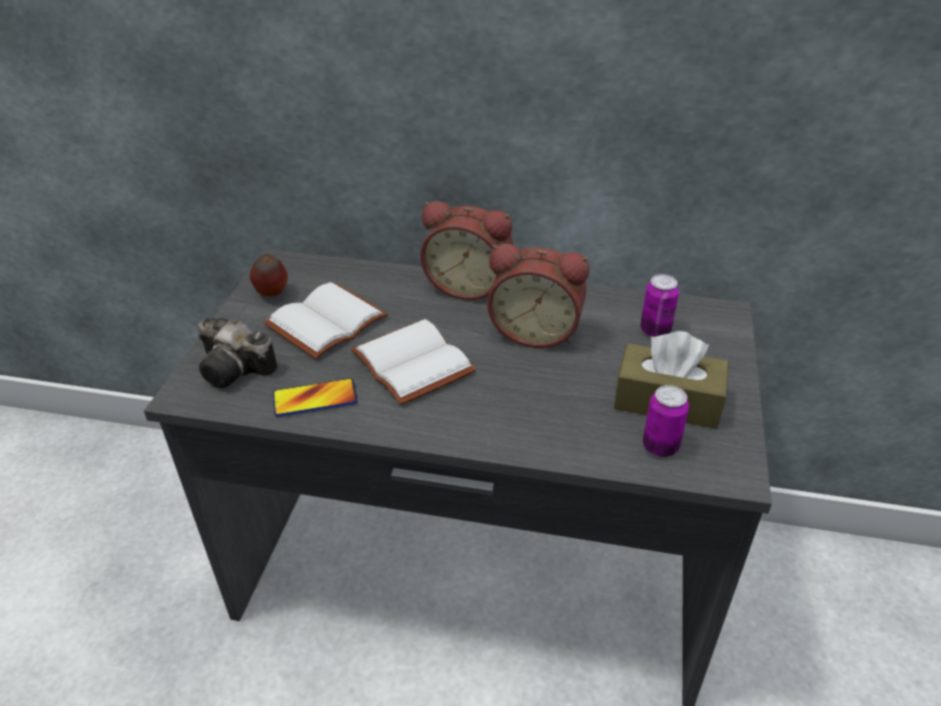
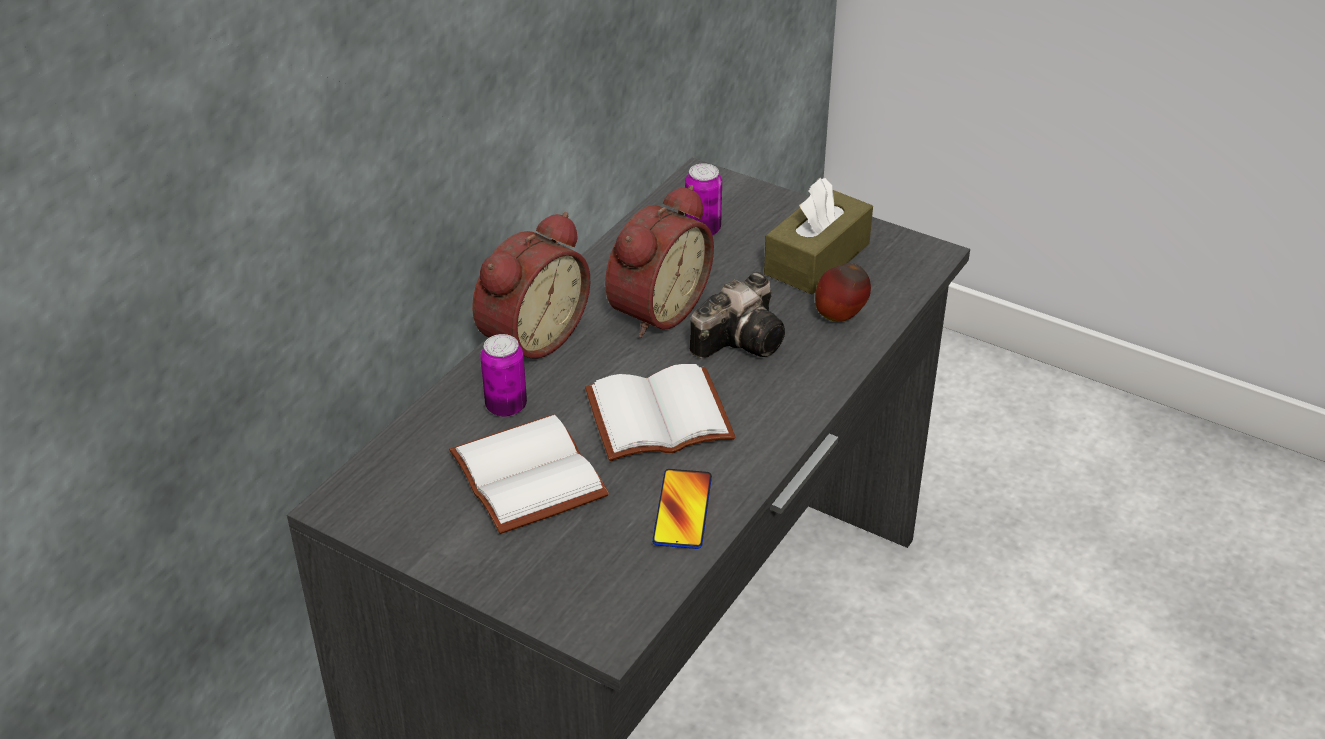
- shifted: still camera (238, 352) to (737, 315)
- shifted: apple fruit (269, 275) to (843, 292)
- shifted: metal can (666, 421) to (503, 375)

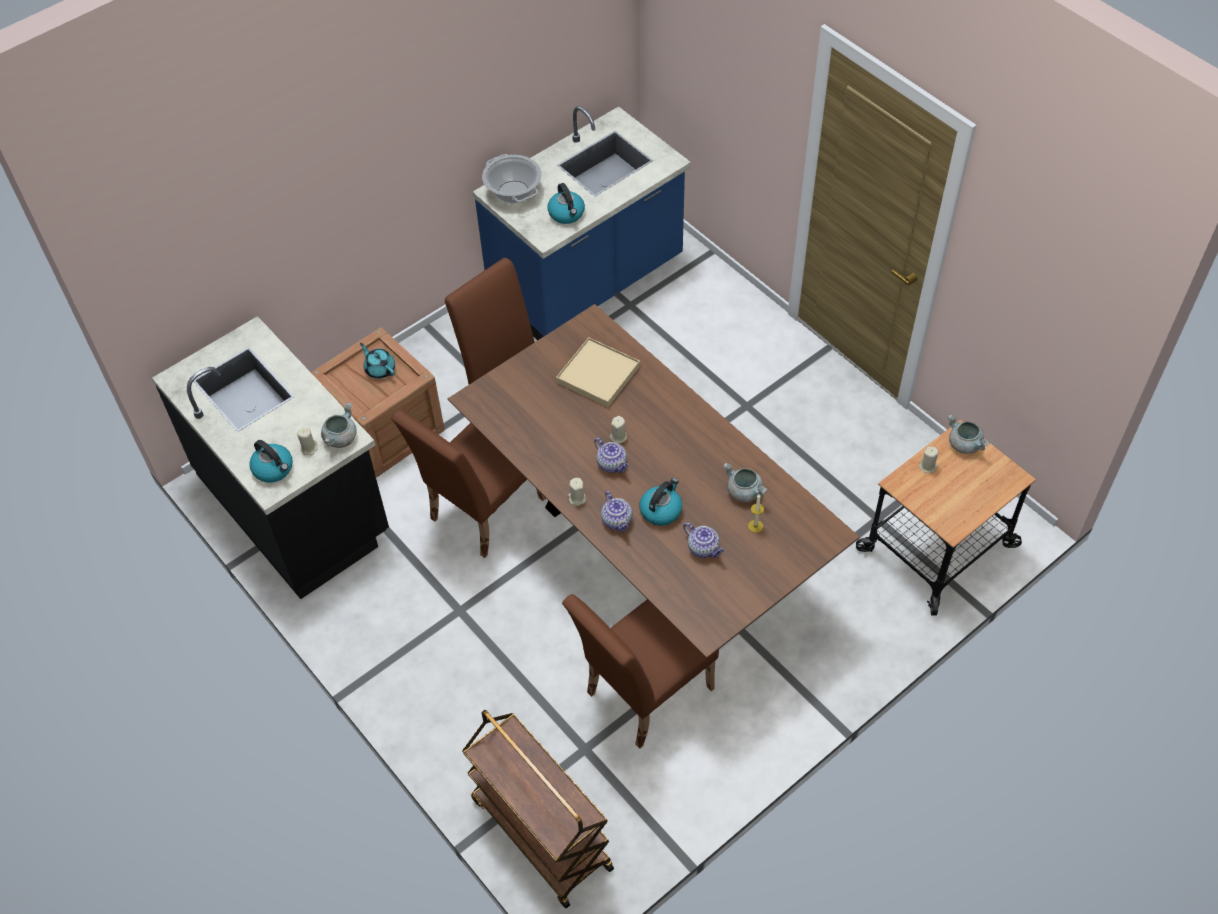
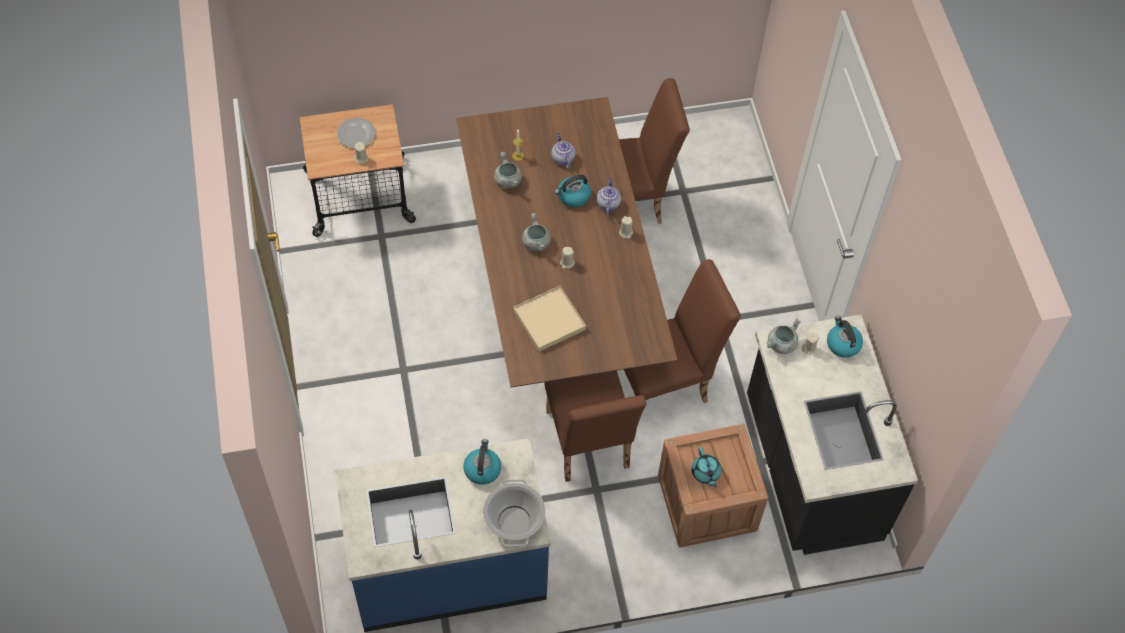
- gone: cart (brown) (538, 809)
- gone: teapot (611, 455)
- new: dinner plate (356, 133)
- shifted: saucepot (grey) (968, 434) to (536, 232)

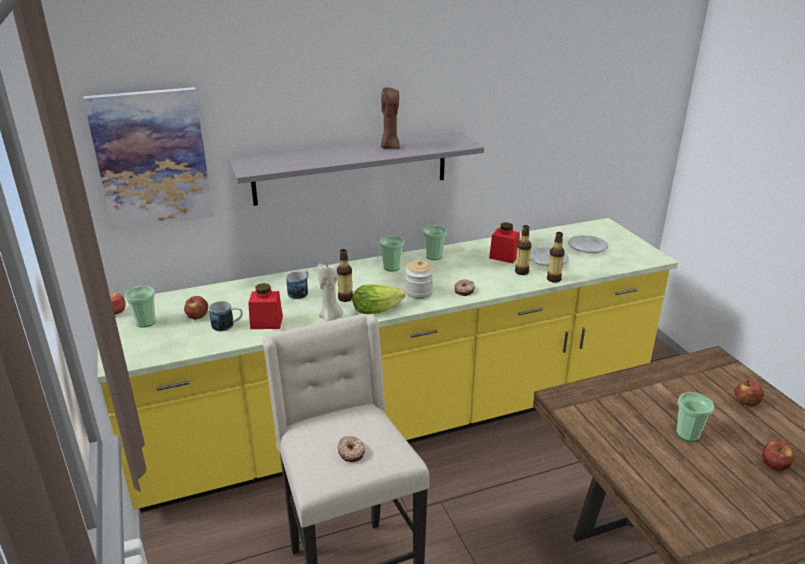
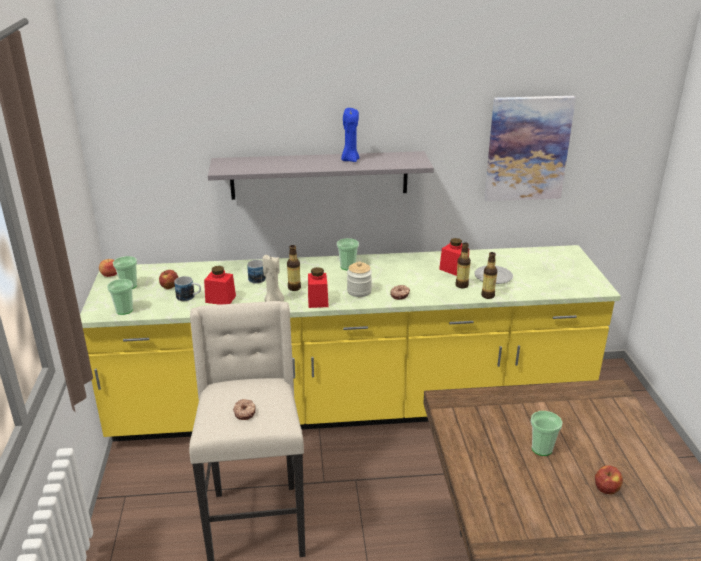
- gone: dinner plate (588, 244)
- gone: apple fruit (749, 393)
- shifted: wall art (148, 158) to (530, 148)
- shifted: small cup (435, 242) to (120, 297)
- swapped: head of lettuce (378, 299) to storage jar (red) (318, 287)
- repainted: candle (brown) (390, 118) to candle (bluish) (350, 135)

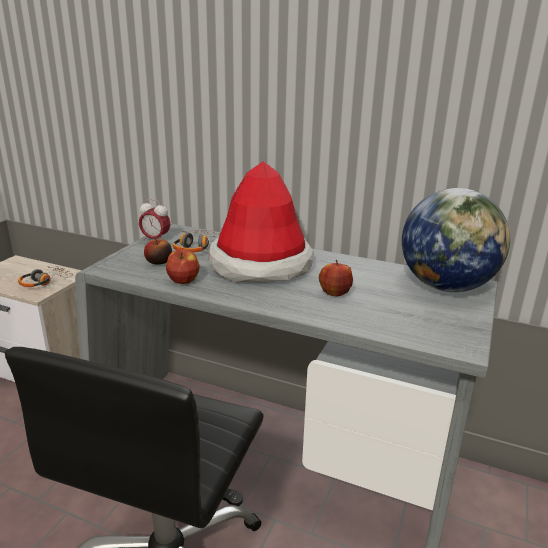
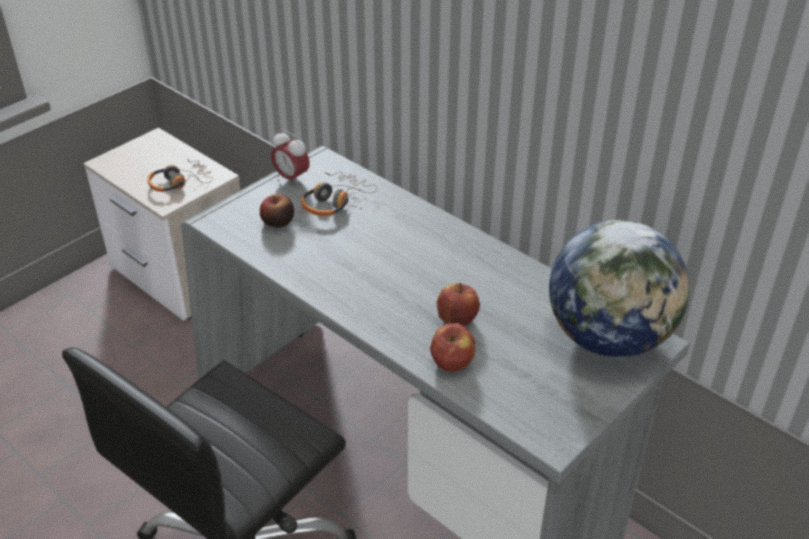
- gone: wearable hat (261, 222)
- shifted: apple fruit (182, 266) to (452, 347)

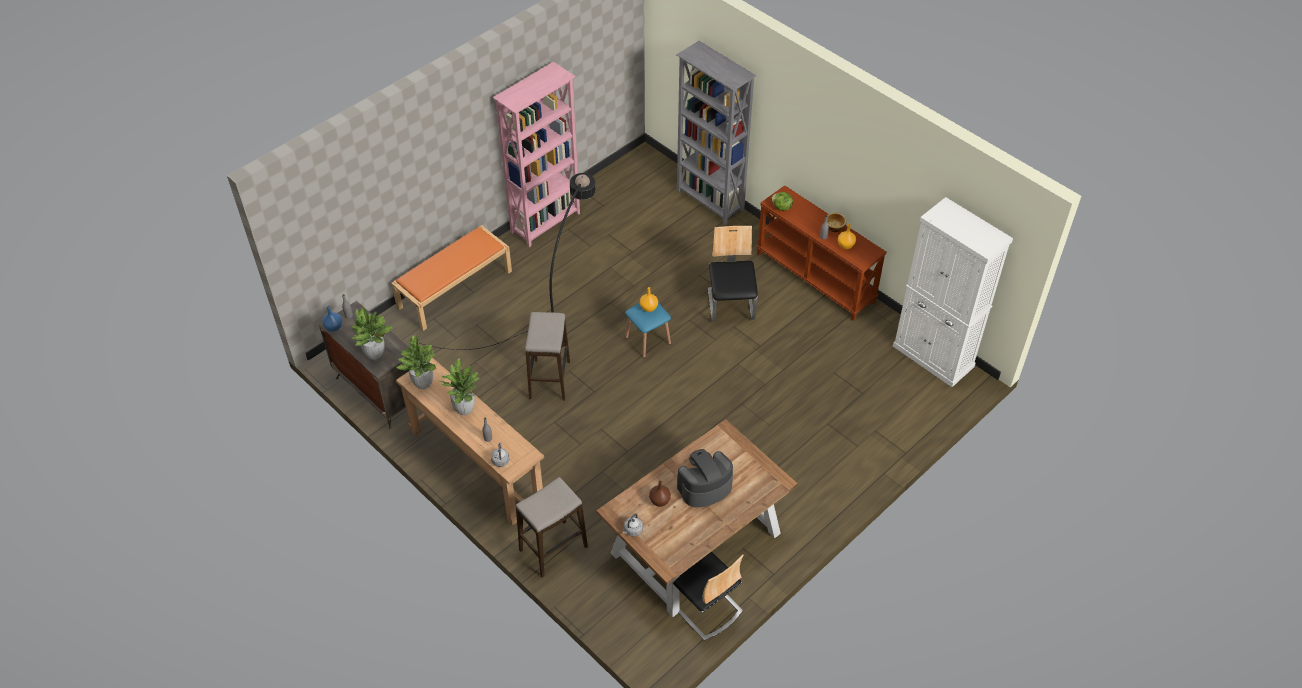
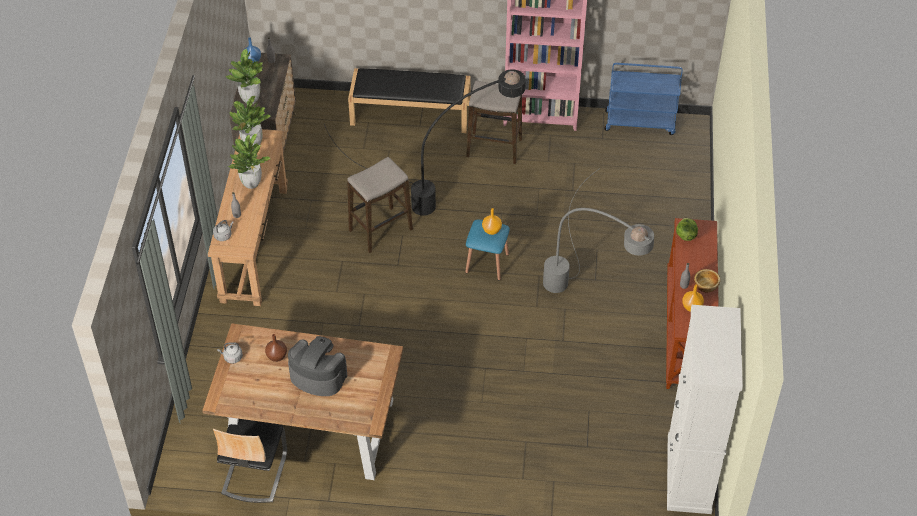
- gone: bookshelf (grey) (716, 133)
- new: cart (bluish) (643, 99)
- shifted: stool (552, 527) to (494, 122)
- swapped: plain chair (733, 274) to floor lamp (grey) (598, 230)
- repainted: bench (orange-coloured) (451, 278) to bench (black) (409, 100)

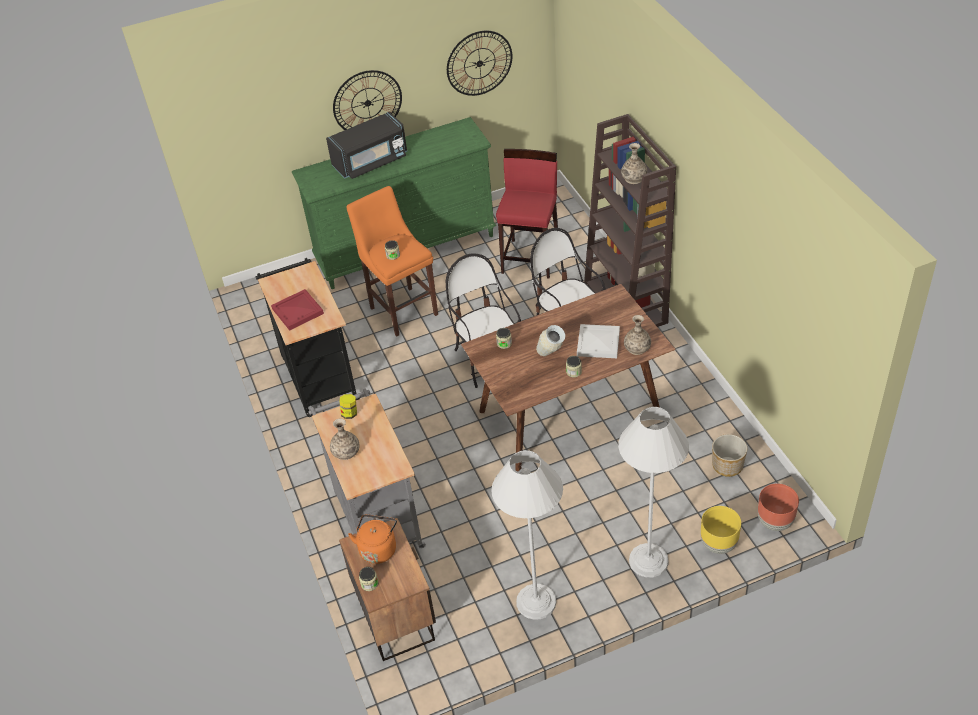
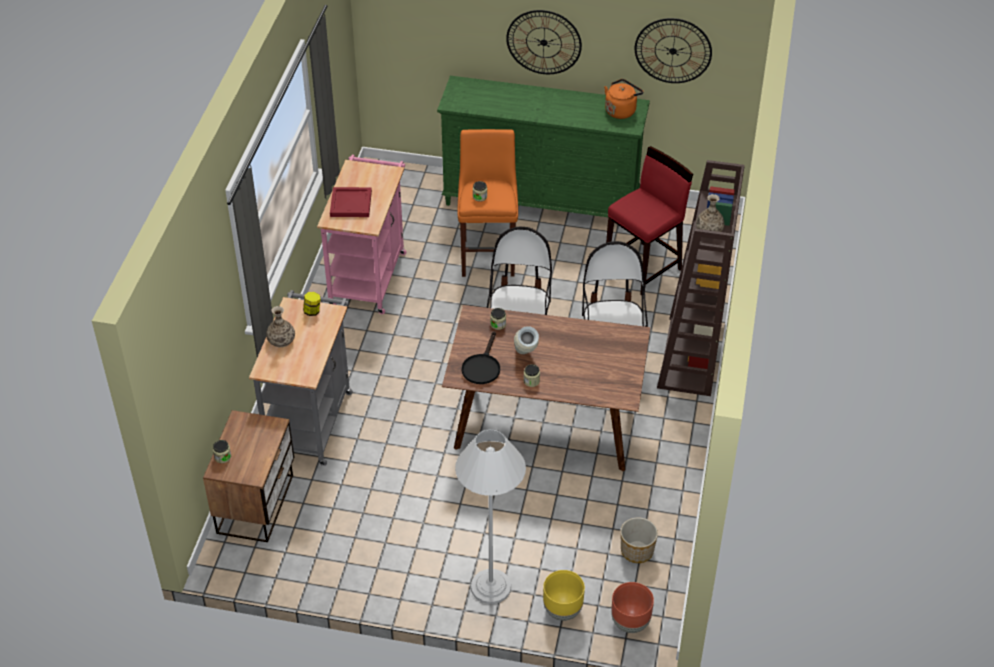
- gone: microwave oven (black) (366, 145)
- gone: floor lamp (whitish) (527, 535)
- gone: serving tray (whitish) (598, 341)
- gone: flower vase (637, 335)
- new: skillet (black) (481, 357)
- shifted: tea kettle (orange-coloured) (372, 539) to (624, 99)
- repainted: cart (black) (308, 337) to cart (pink-coloured) (362, 234)

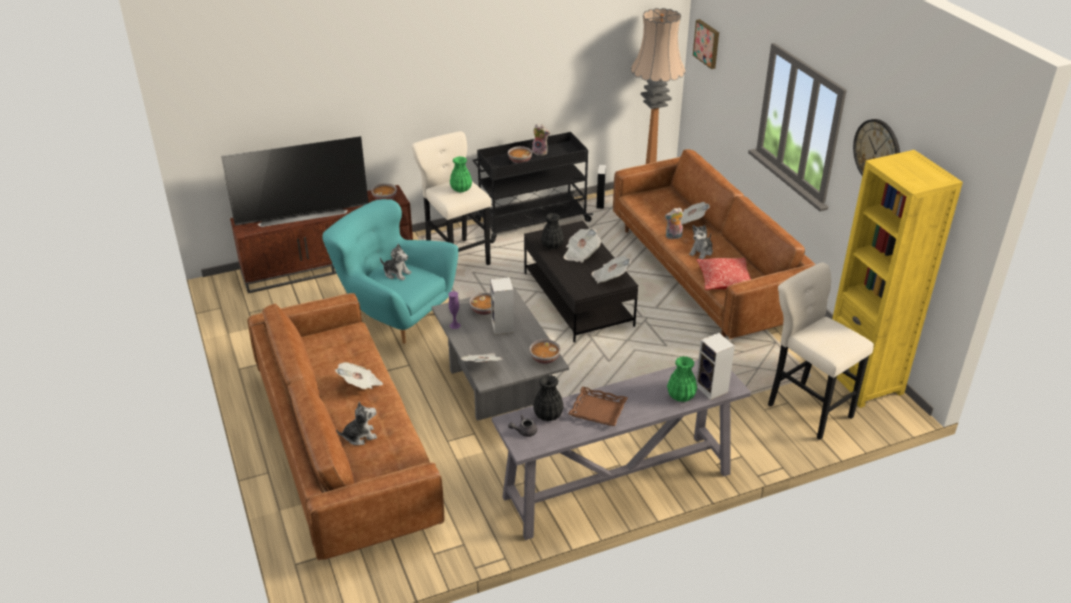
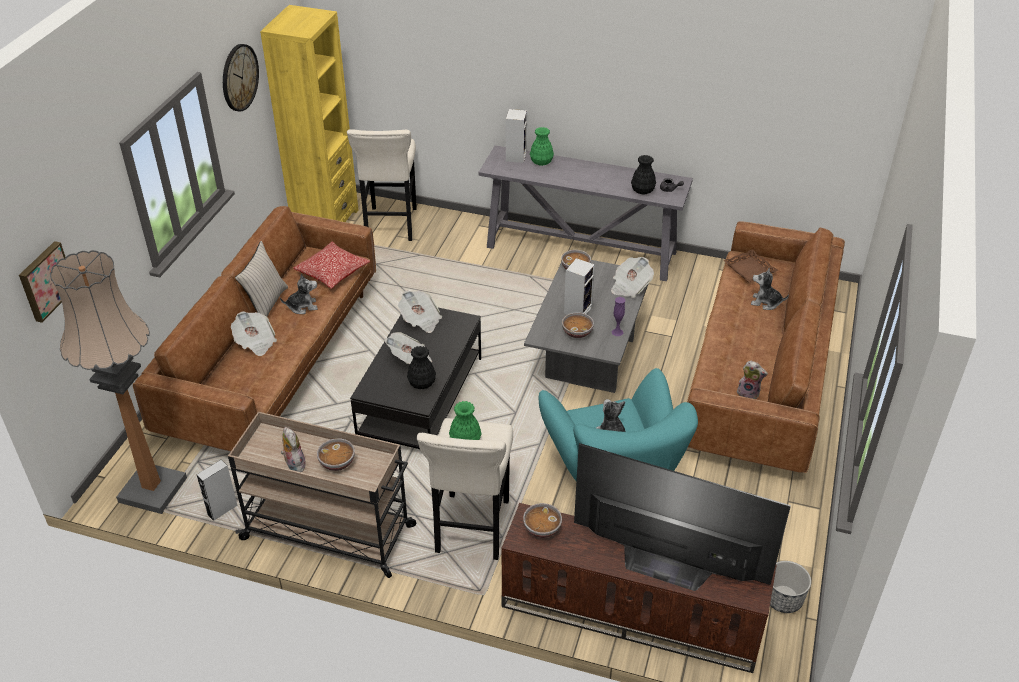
- gone: printed paper (359, 375)
- new: throw pillow (beige) (261, 278)
- new: plant pot (790, 587)
- shifted: serving tray (brown) (598, 406) to (750, 265)
- shifted: cuddly toy (674, 223) to (752, 380)
- repainted: cart (black) (533, 187) to cart (beige) (322, 495)

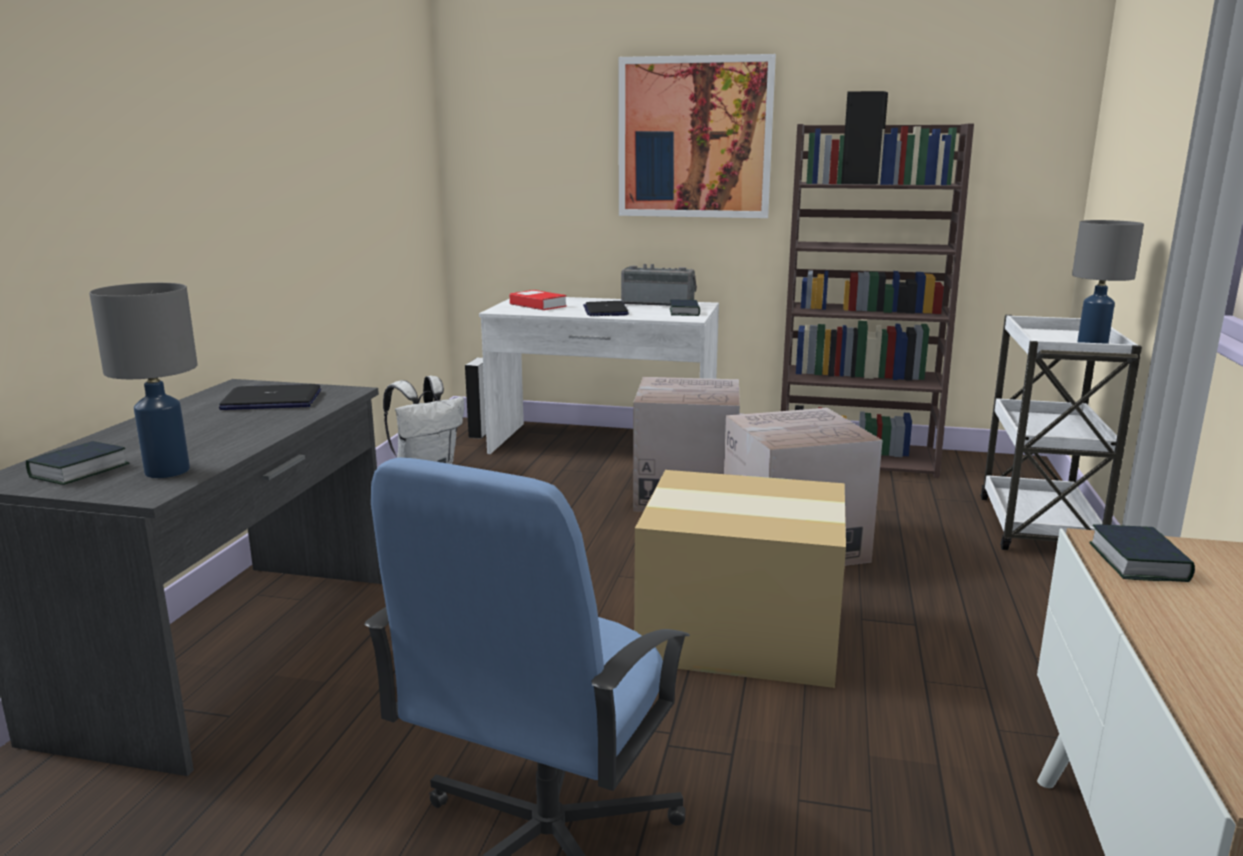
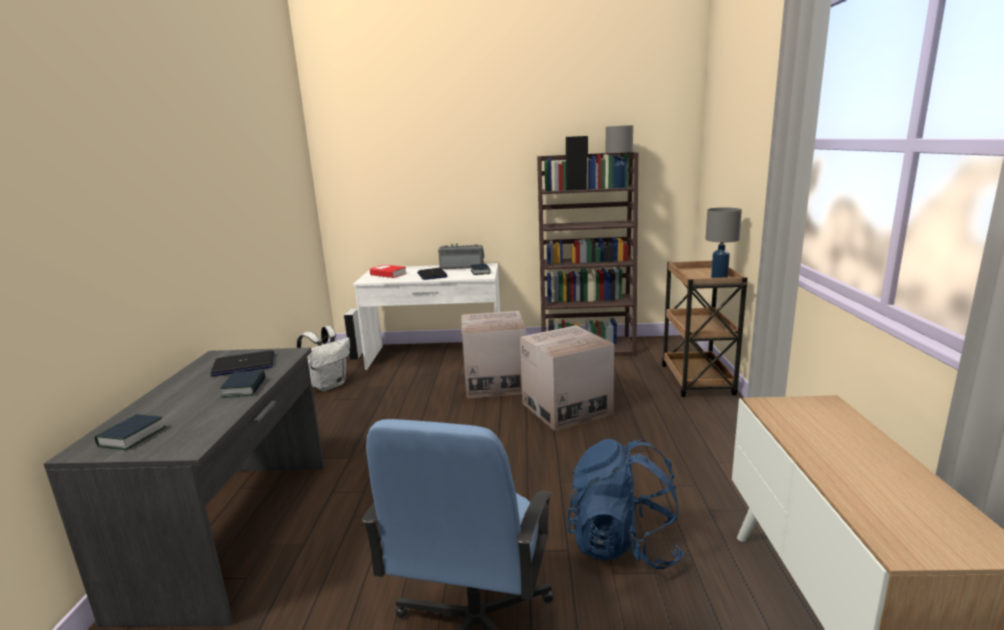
- gone: wall art (697, 136)
- gone: packing box (740, 579)
- new: knapsack (bluish) (625, 504)
- shifted: lamp for a table (grey) (143, 380) to (619, 156)
- shifted: book (1142, 553) to (242, 384)
- repainted: cart (whitish) (1061, 432) to cart (brown) (705, 329)

